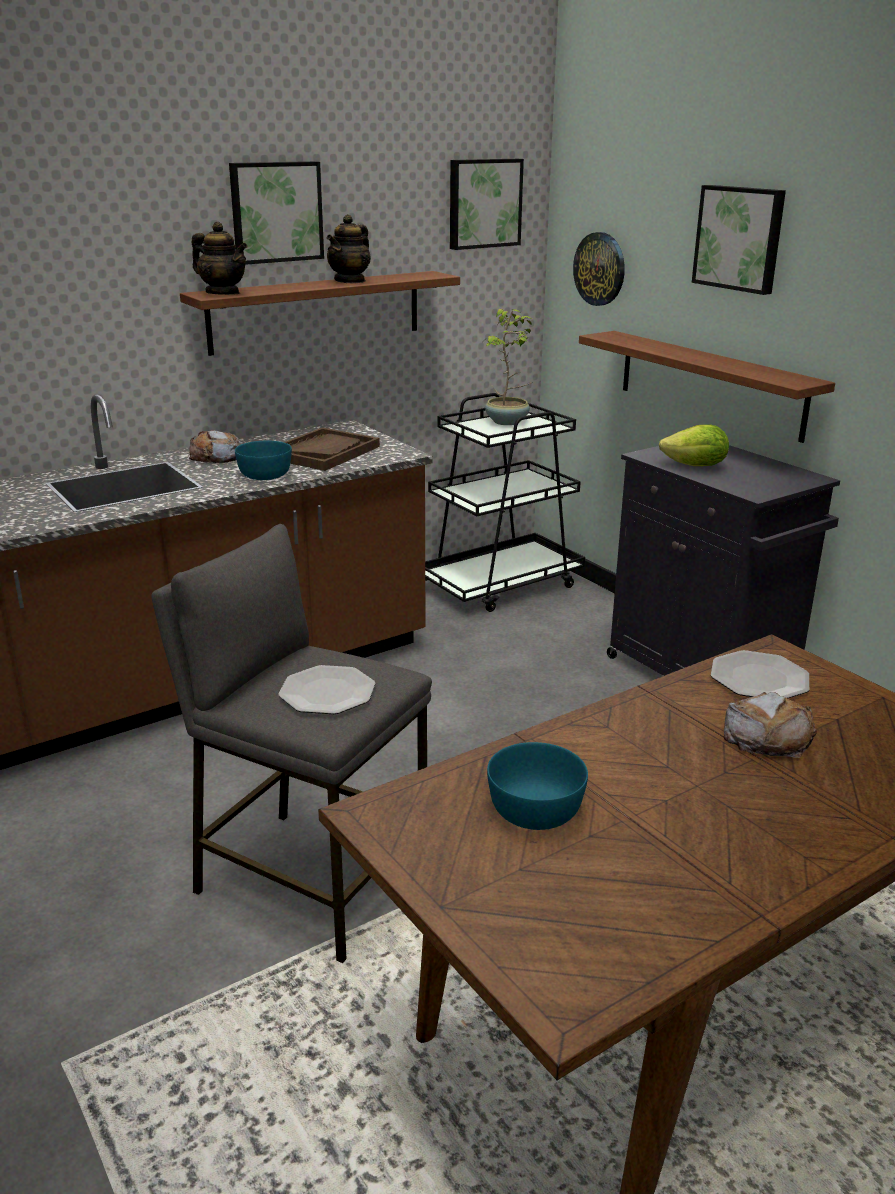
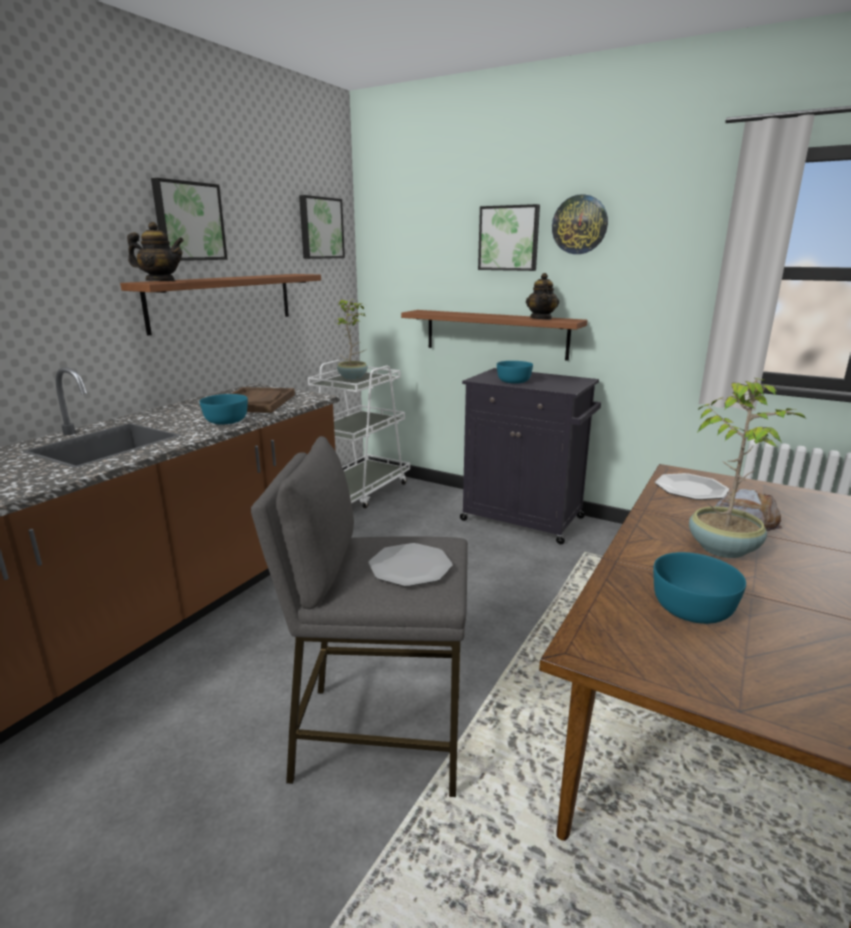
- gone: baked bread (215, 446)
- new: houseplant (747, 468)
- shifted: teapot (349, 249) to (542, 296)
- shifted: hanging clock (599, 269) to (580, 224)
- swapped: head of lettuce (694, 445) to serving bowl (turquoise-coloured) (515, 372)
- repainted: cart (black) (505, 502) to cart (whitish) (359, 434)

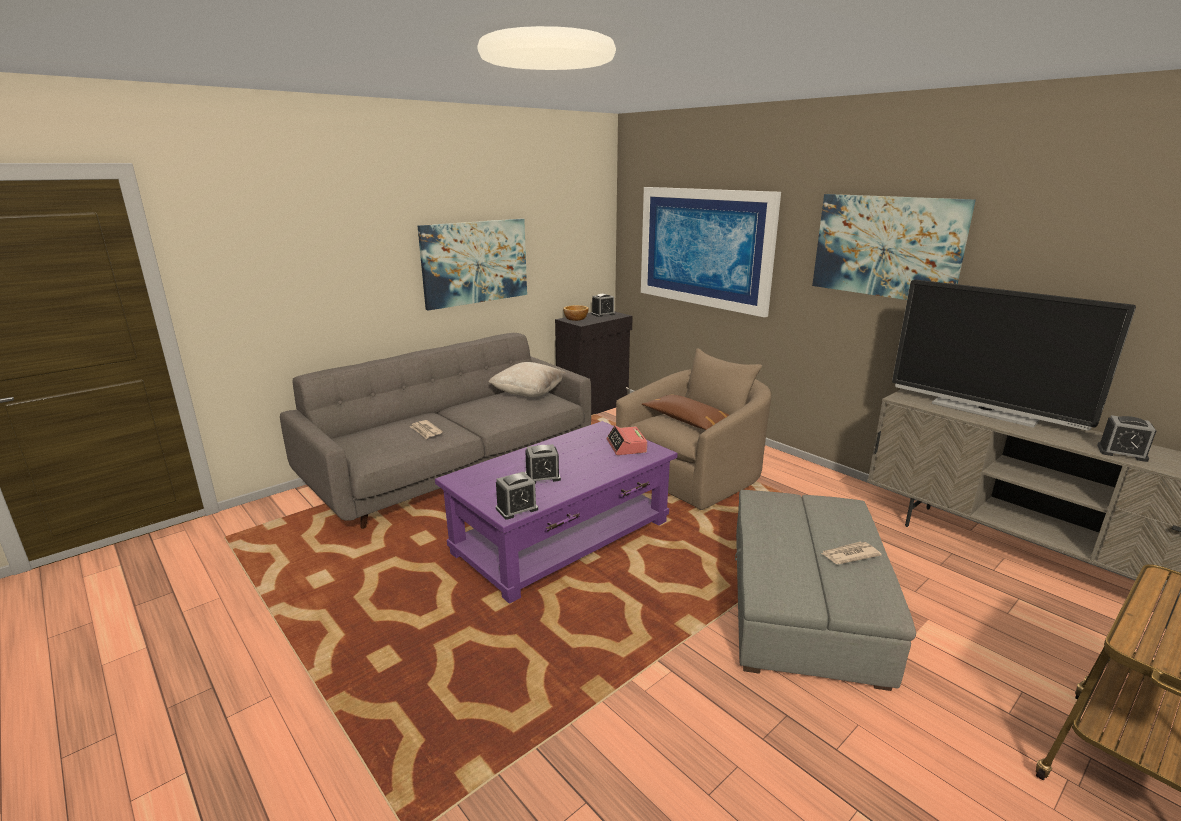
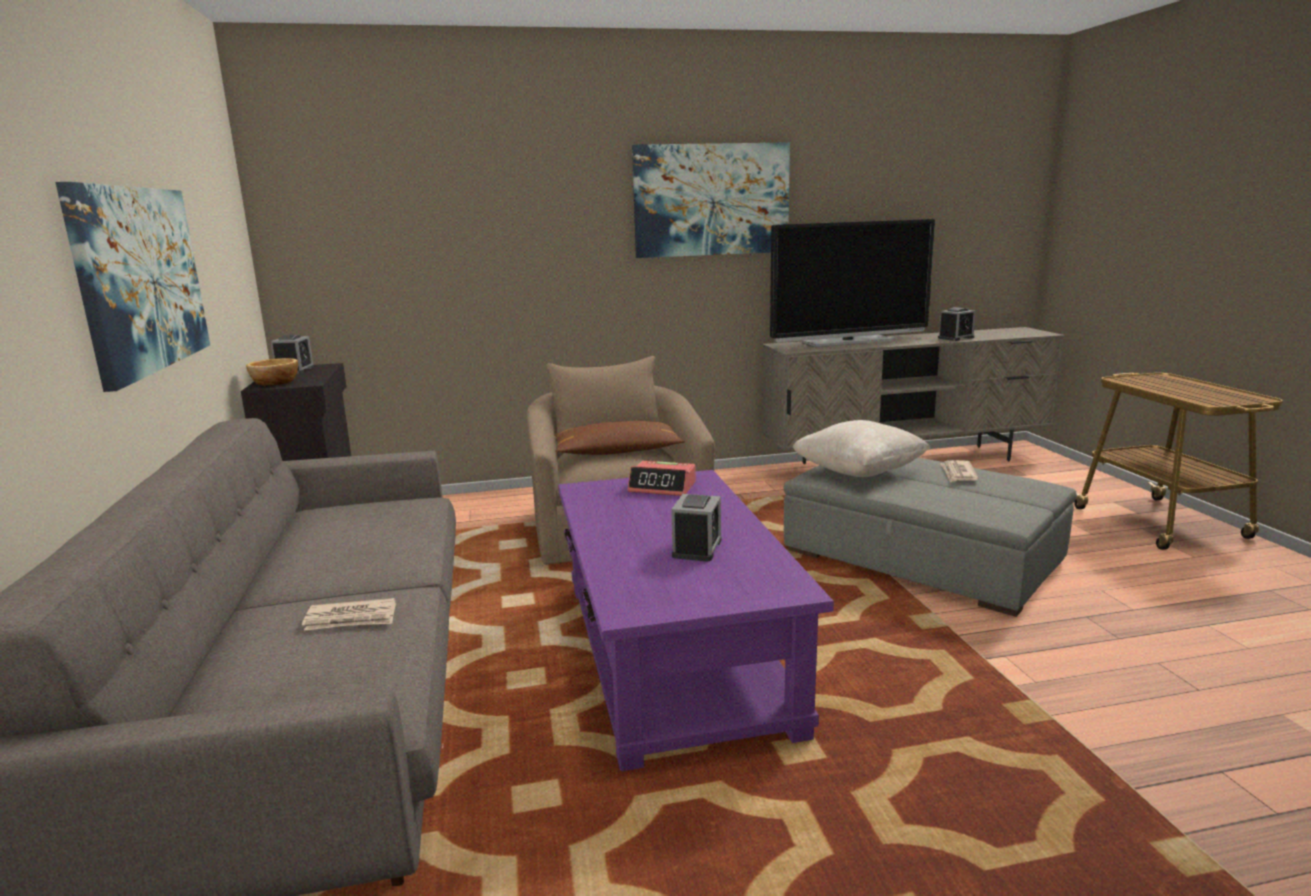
- gone: bedside clock (517, 496)
- gone: wall art (711, 252)
- shifted: throw pillow (beige) (527, 379) to (861, 448)

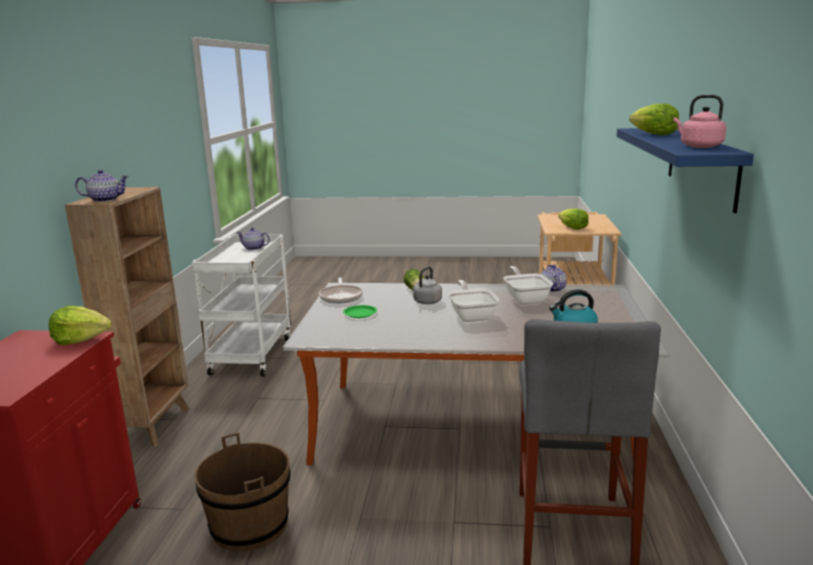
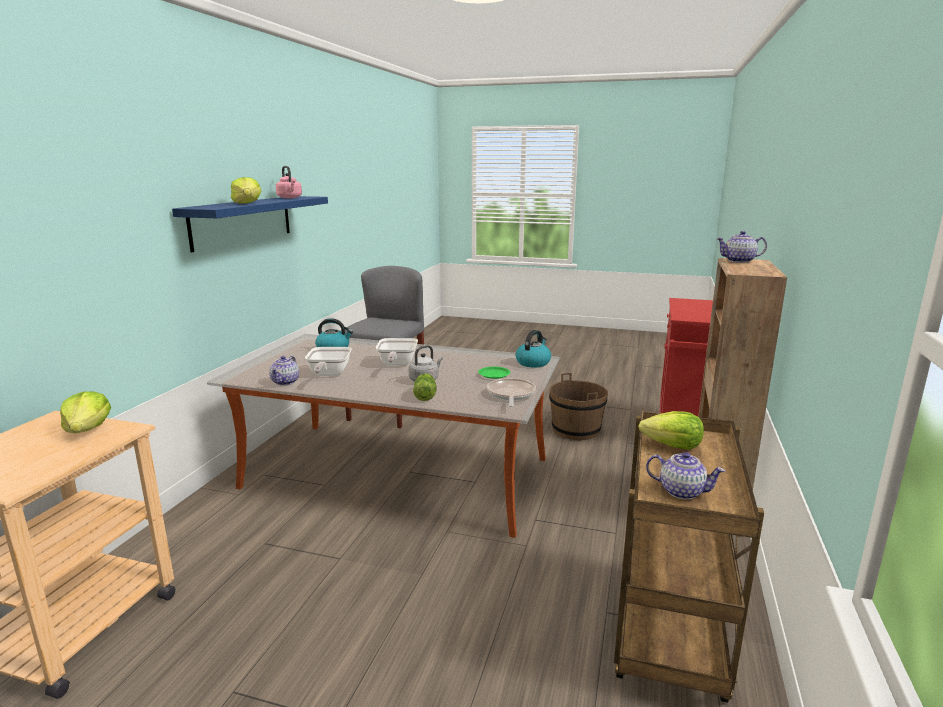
- new: tea kettle (533, 349)
- shifted: head of lettuce (80, 325) to (671, 430)
- repainted: cart (whitish) (241, 305) to cart (brown) (689, 557)

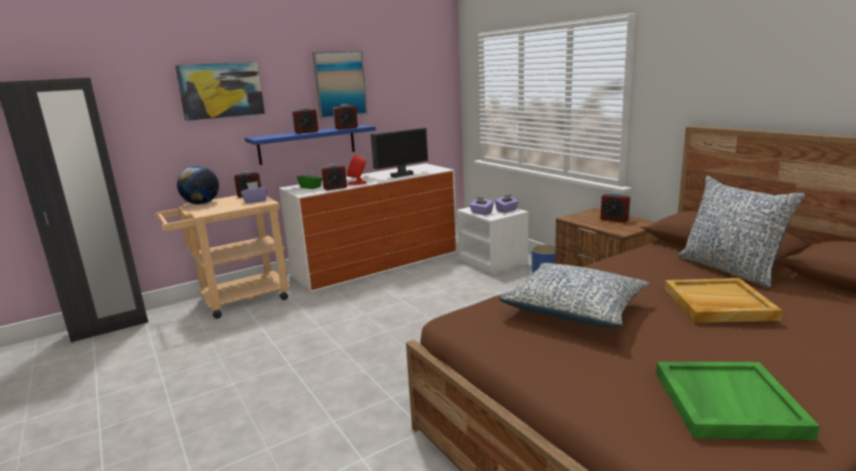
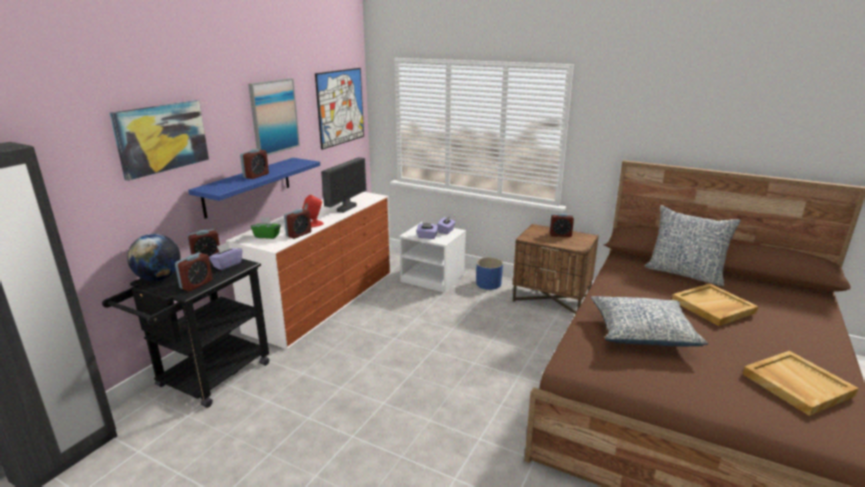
- new: wall art (339, 109)
- shifted: bedside clock (345, 117) to (194, 272)
- repainted: cart (beige) (223, 257) to cart (black) (186, 333)
- repainted: serving tray (greenish) (738, 401) to serving tray (beige) (801, 383)

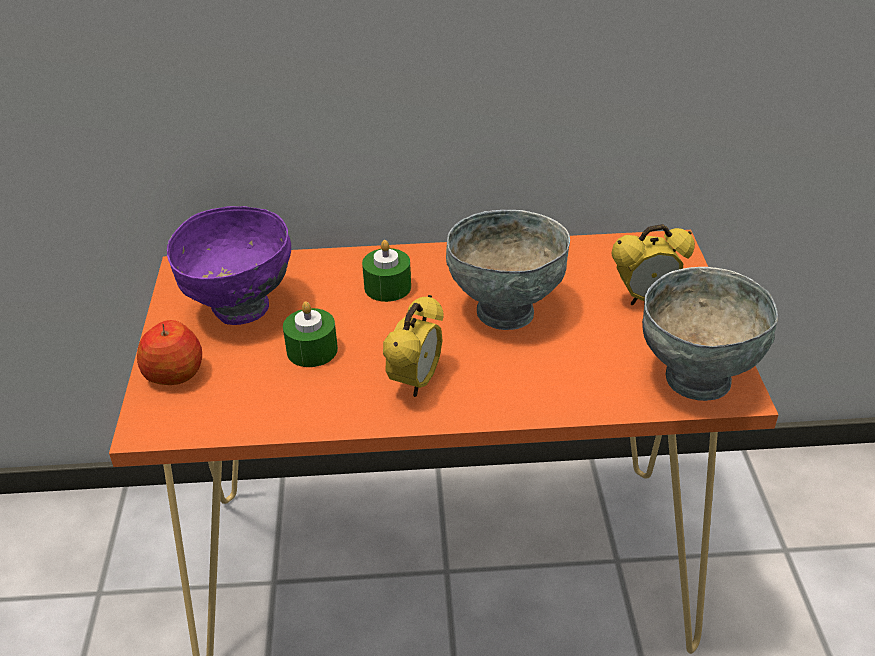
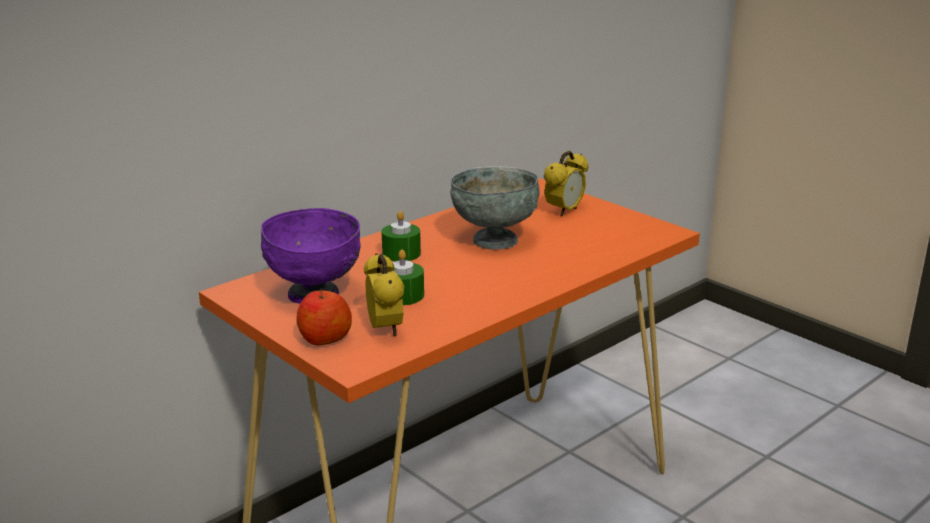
- gone: serving bowl (grey) (710, 334)
- shifted: bedside clock (413, 346) to (384, 295)

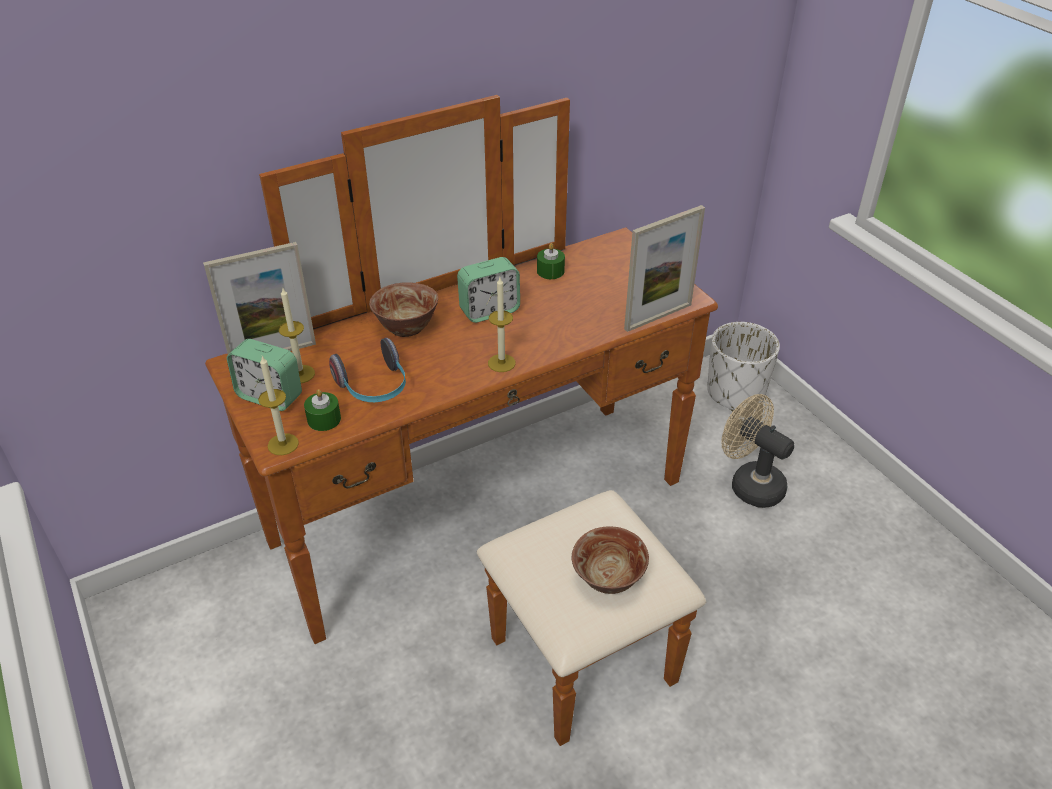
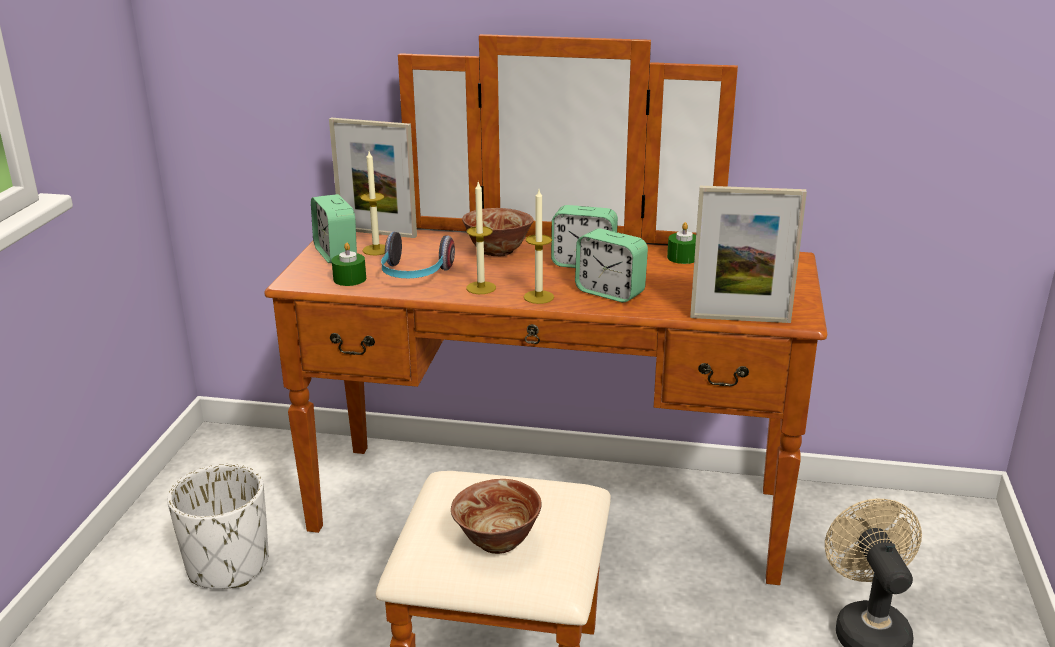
- new: bedside clock (611, 265)
- shifted: candle (278, 405) to (481, 237)
- shifted: plant pot (whitish) (743, 366) to (217, 526)

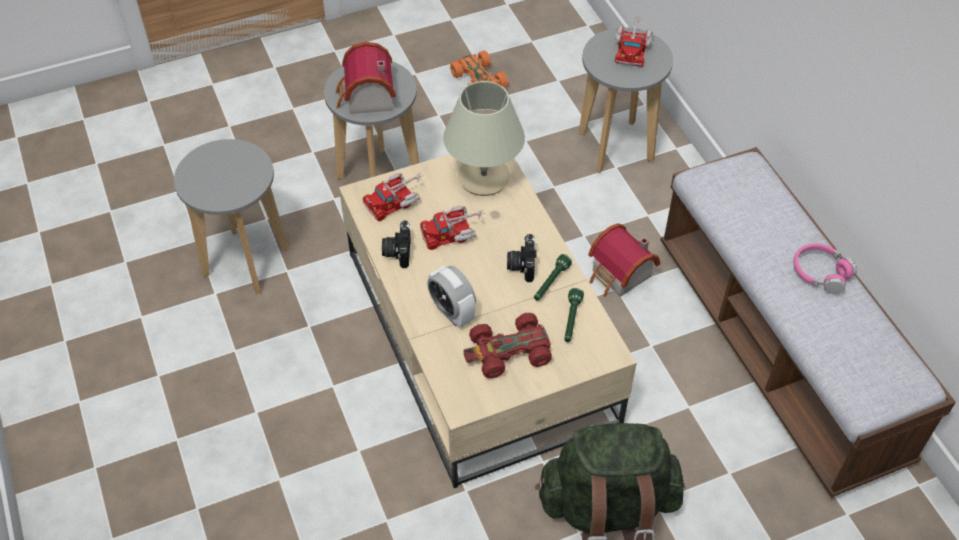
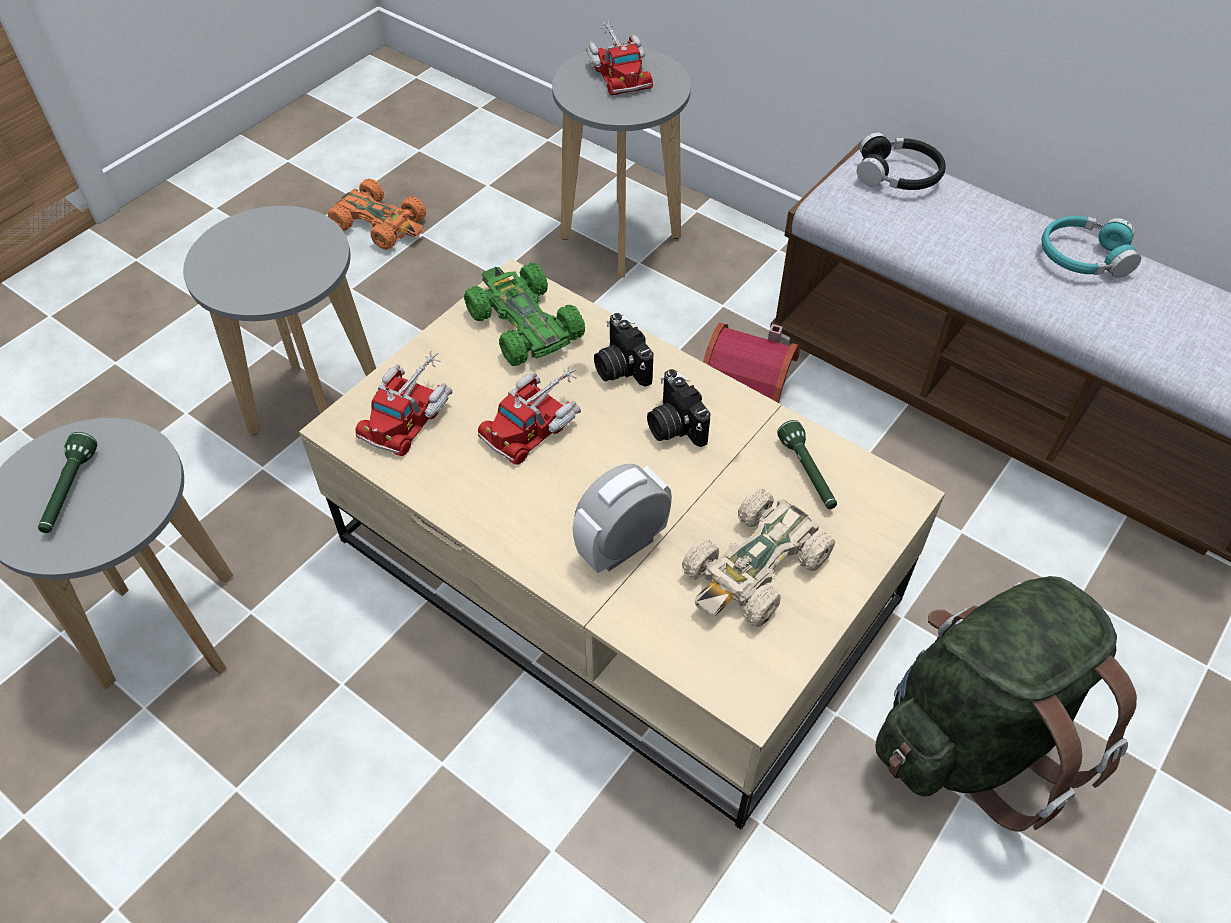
- gone: toy house (366, 78)
- new: headset (black) (901, 161)
- shifted: still camera (397, 244) to (624, 350)
- shifted: hand torch (greenish) (553, 277) to (67, 482)
- swapped: lamp for a table (beige) (484, 138) to miniature car (greenish) (524, 314)
- repainted: miniature car (red) (507, 345) to miniature car (beige) (759, 557)
- repainted: headset (pink-coloured) (825, 269) to headset (turquoise-coloured) (1091, 247)
- rotated: bedside clock (451, 297) = (622, 518) 120 degrees clockwise

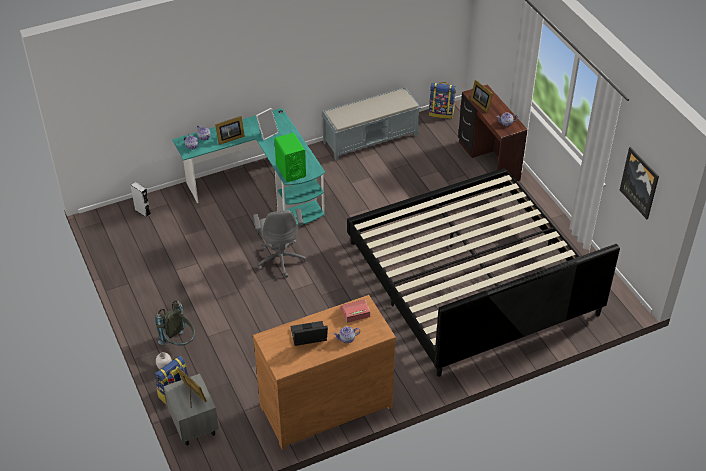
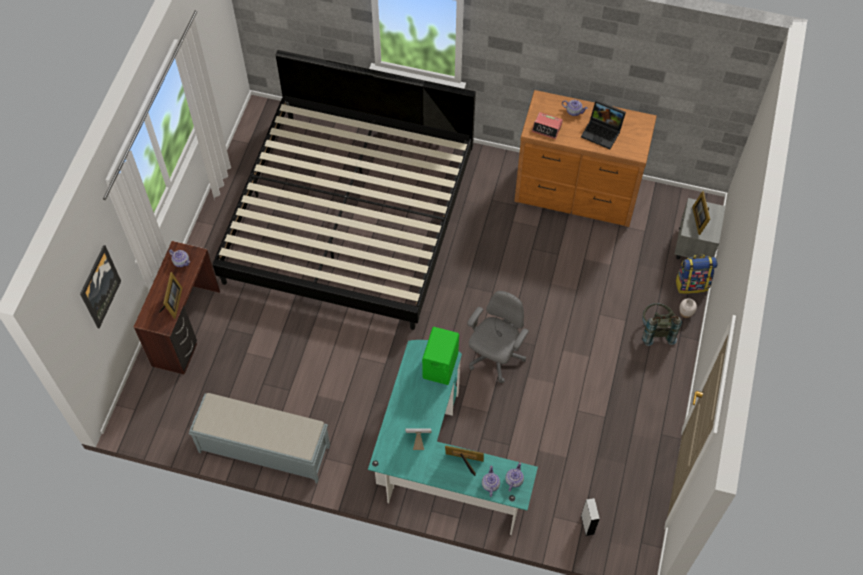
- gone: knapsack (442, 100)
- shifted: wall art (639, 183) to (100, 286)

